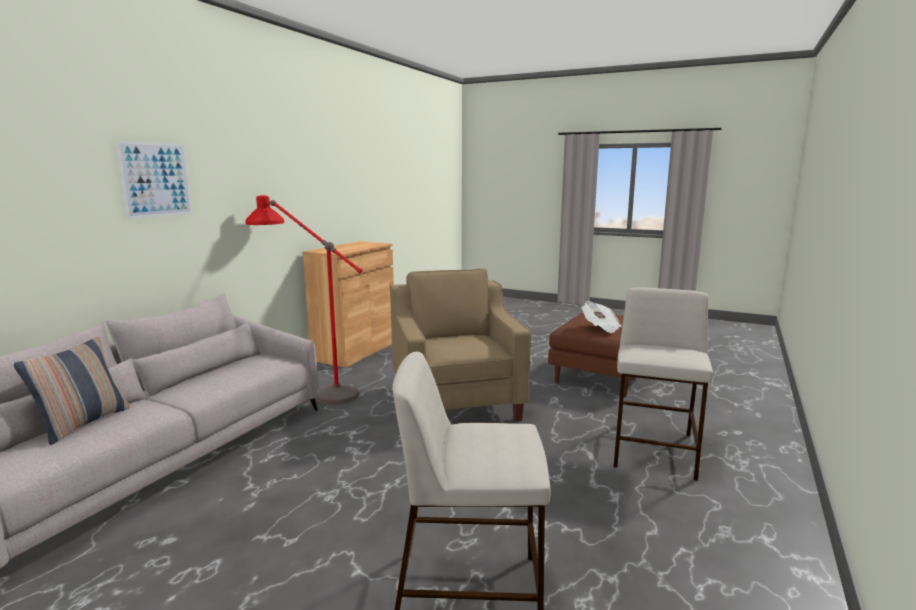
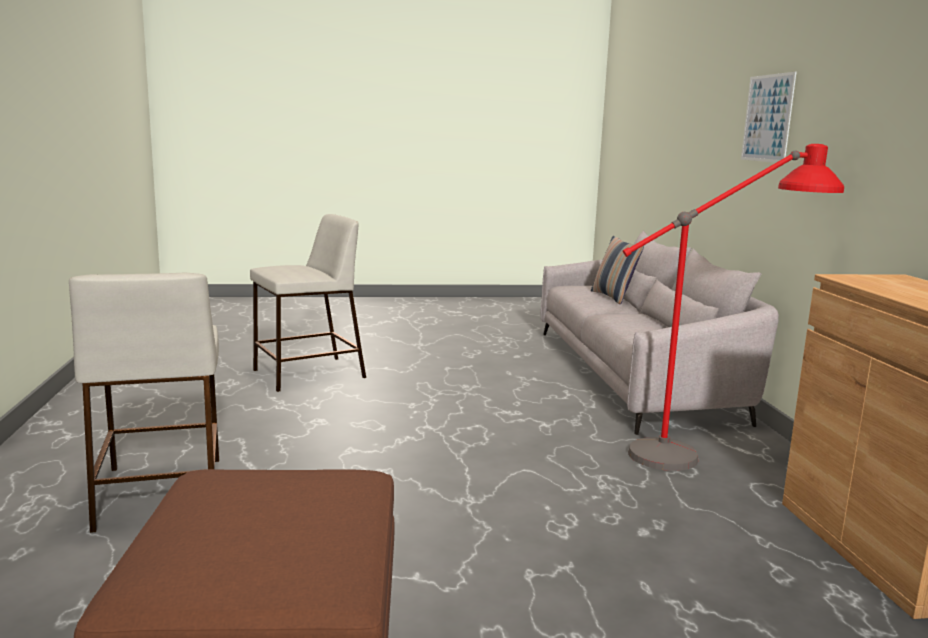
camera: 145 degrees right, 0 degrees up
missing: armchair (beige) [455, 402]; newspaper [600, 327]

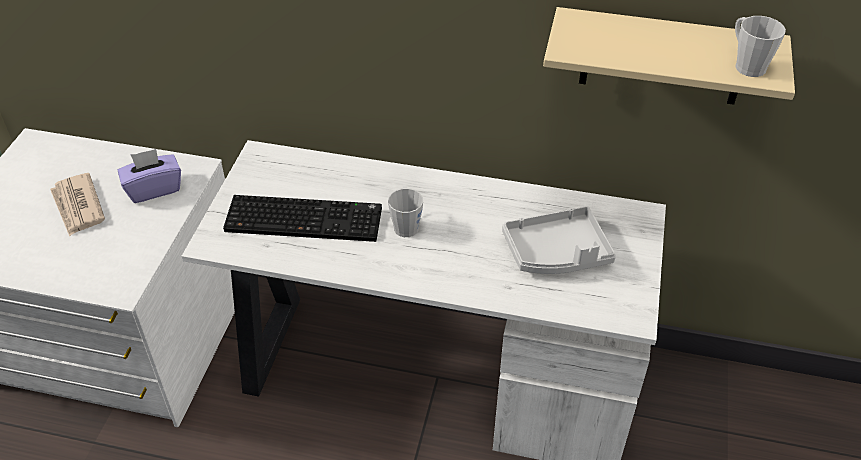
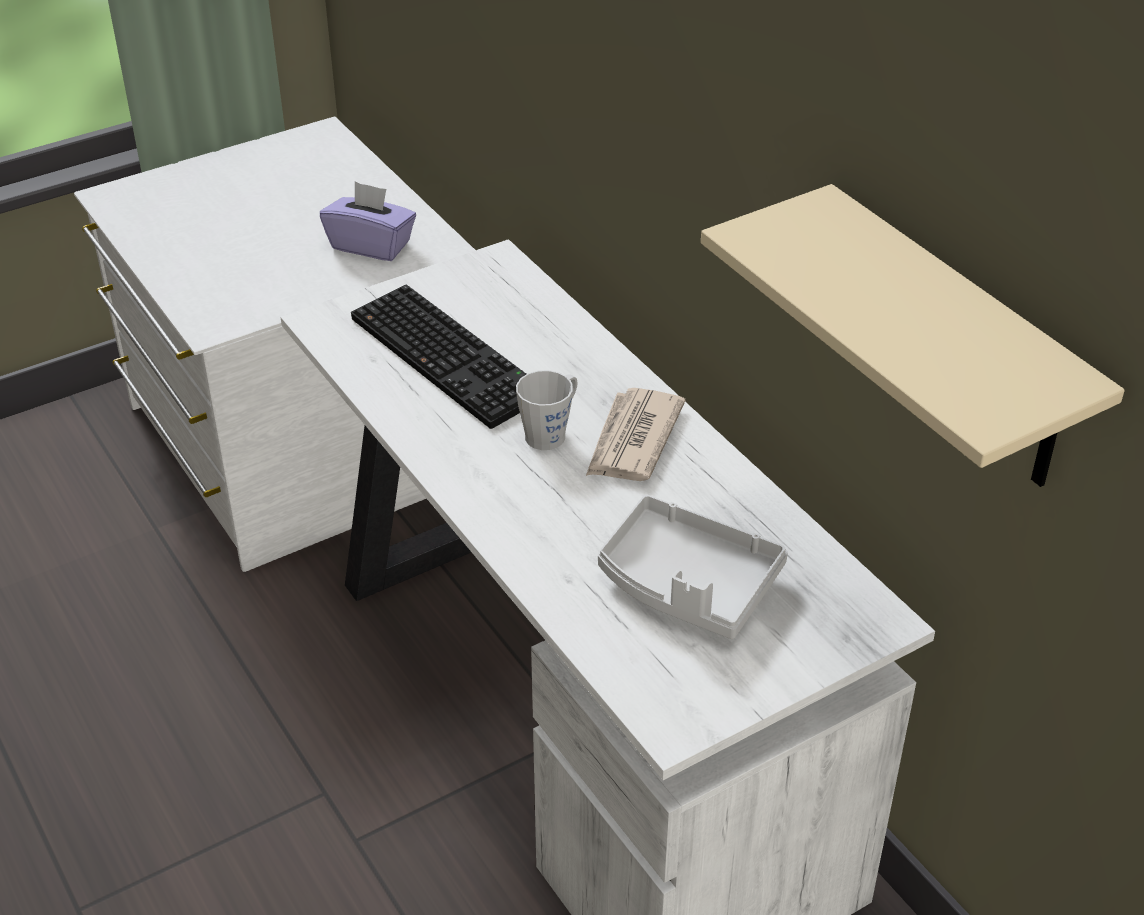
camera: 45 degrees right, 5 degrees down
missing: mug (grey) [746, 64]
relocated: newspaper [78, 207] to [632, 440]

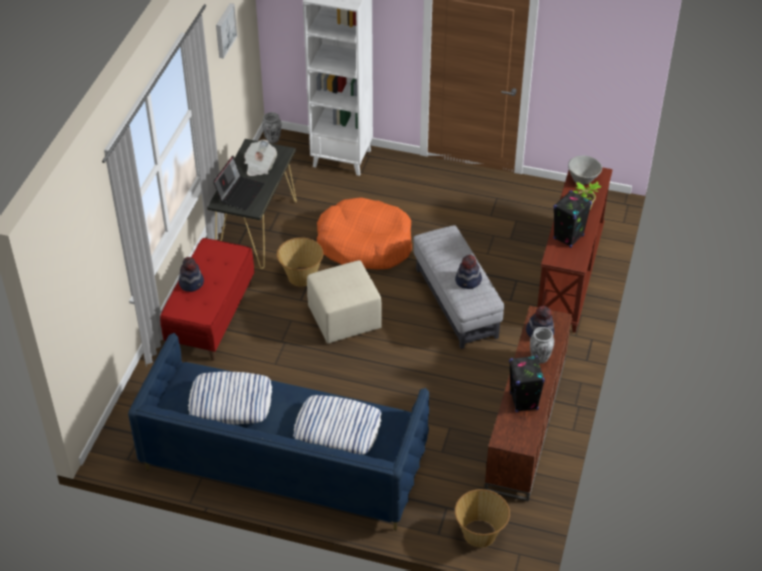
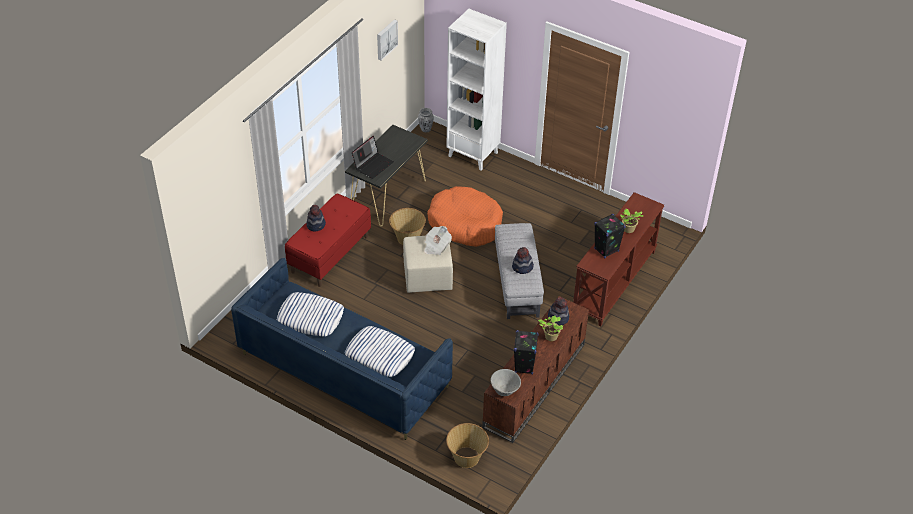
camera: 15 degrees right, 0 degrees up
relocated: newspaper [259, 166] to [436, 246]; bowl (grey) [583, 180] to [505, 391]
exchanged: vase [540, 358] to potted plant [550, 337]

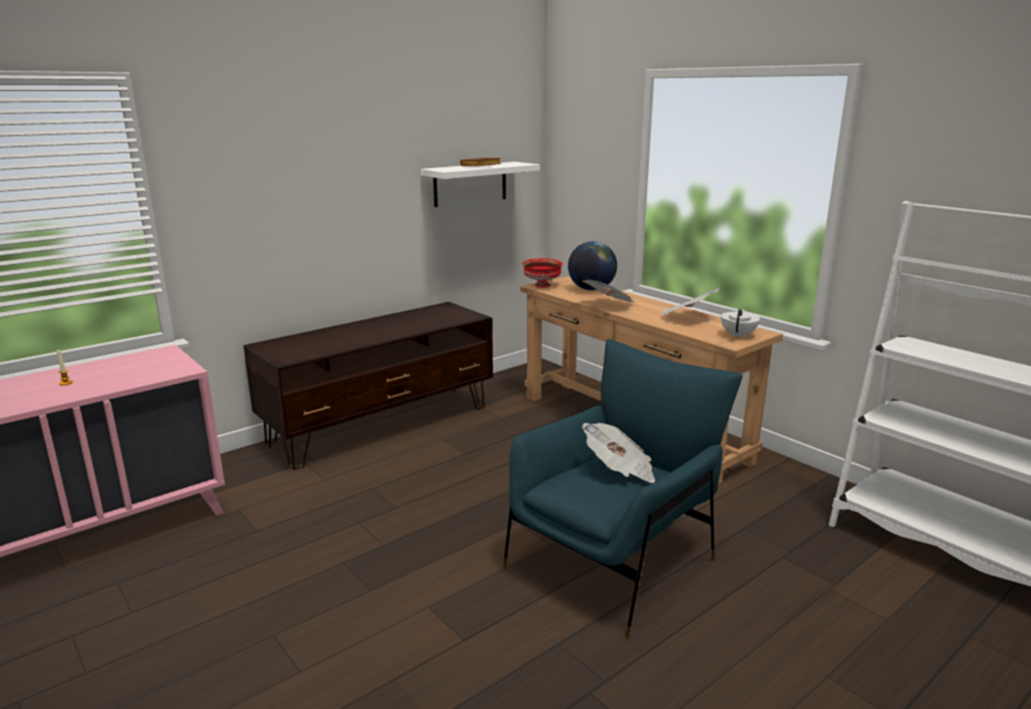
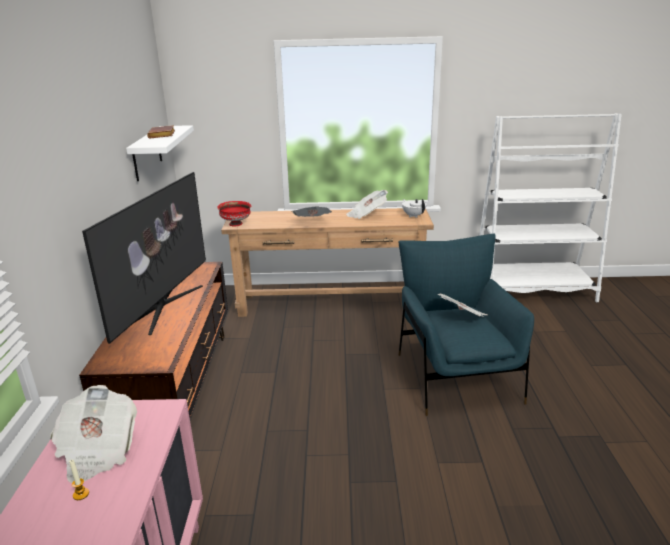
camera: 50 degrees left, 5 degrees up
missing: globe [591, 289]
appeared: newspaper [97, 451]; television [163, 307]

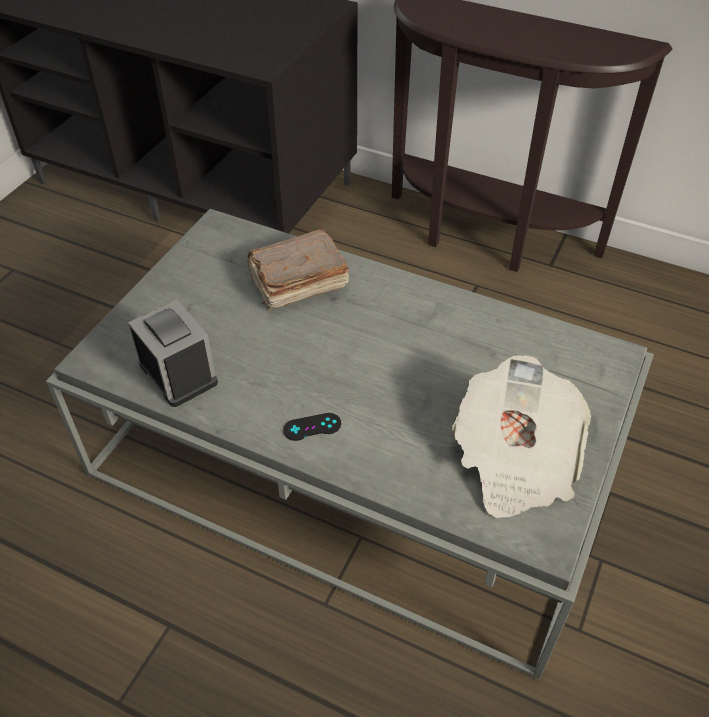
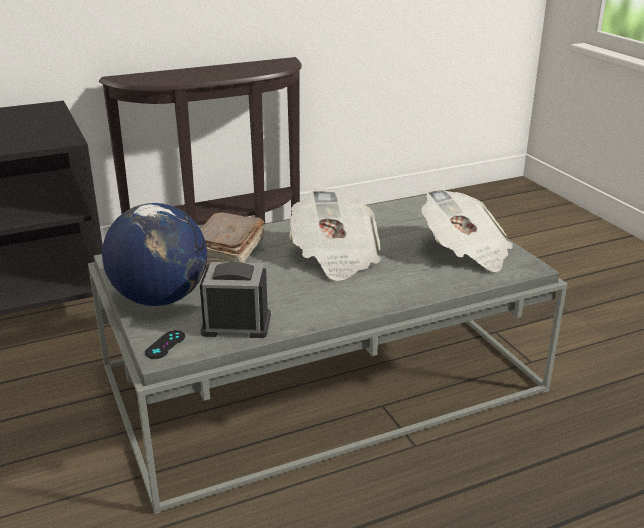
camera: 50 degrees left, 20 degrees down
appeared: globe [160, 298]; newspaper [335, 257]
relocated: game controller (black) [312, 427] to [165, 344]

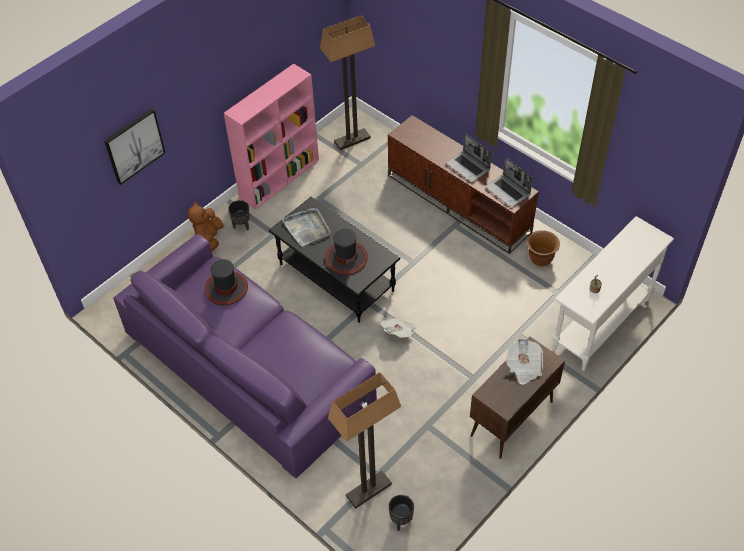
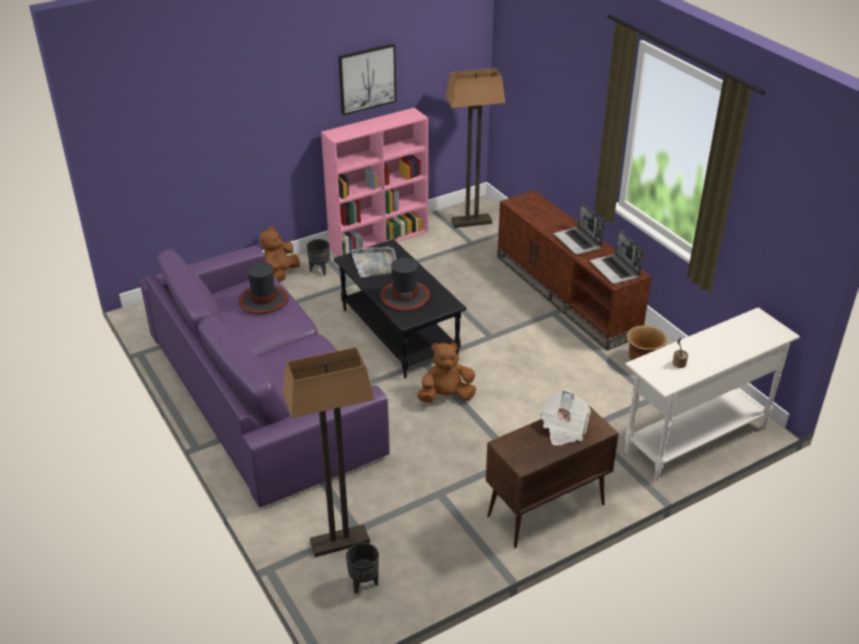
camera: 15 degrees right, 15 degrees down
relocated: picture [134, 146] to [367, 78]
exchanged: newspaper [399, 332] to plush toy (brown) [446, 396]

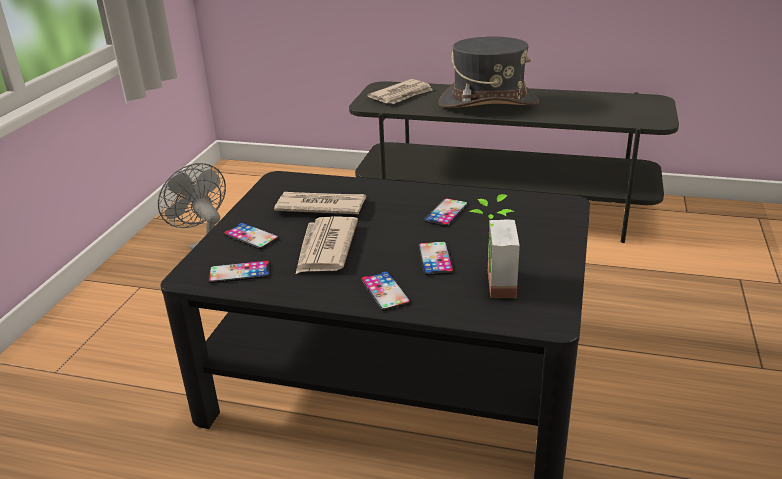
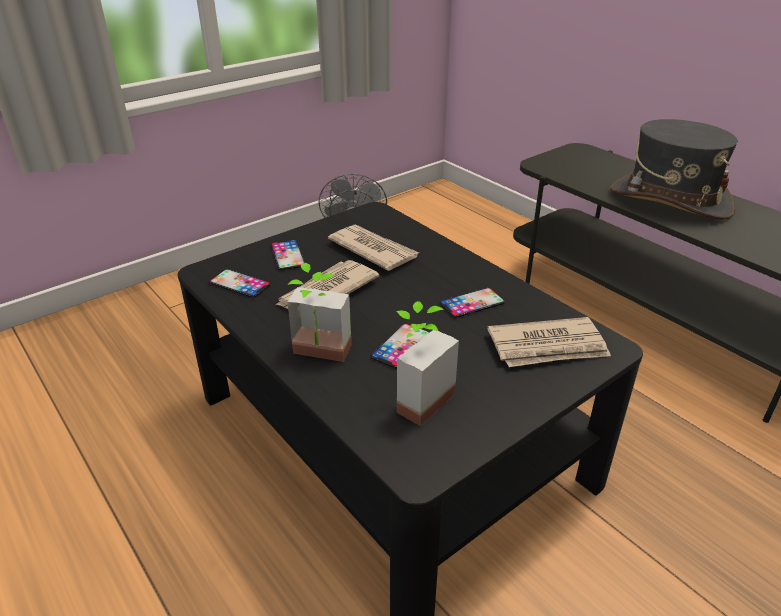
camera: 35 degrees right, 5 degrees up
relocated: newspaper [402, 95] to [548, 347]
exchanged: phone [385, 291] to potted plant [318, 356]

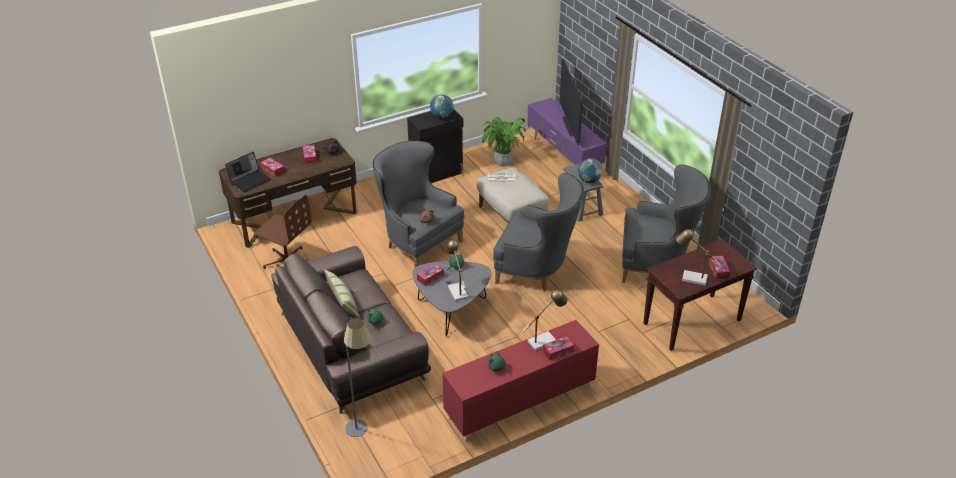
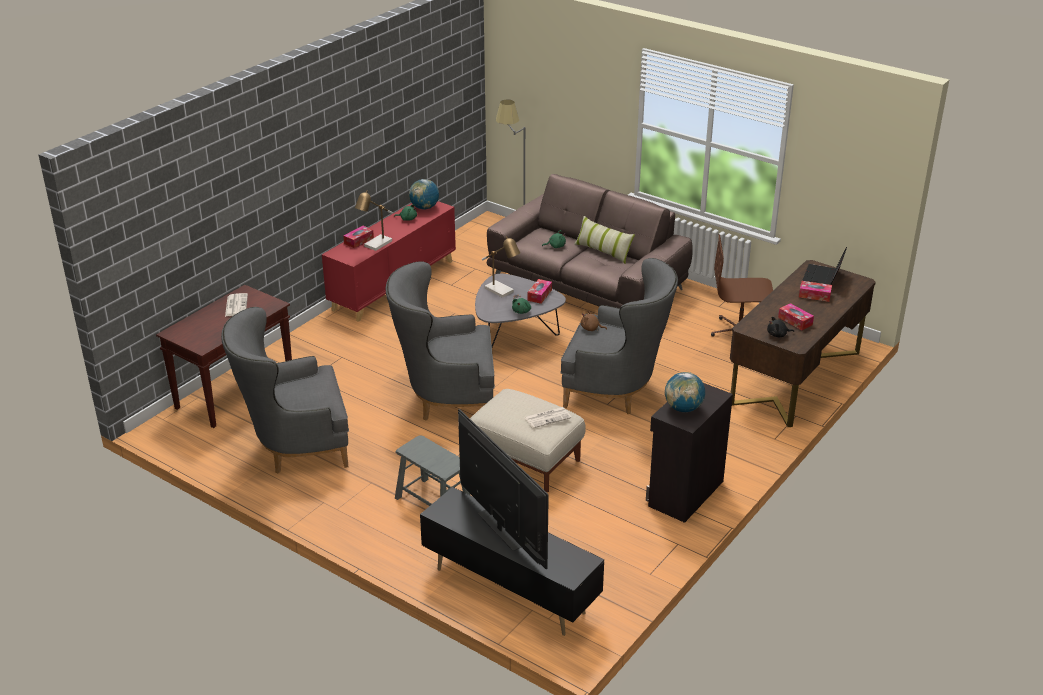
camera: 155 degrees right, 5 degrees down
missing: potted plant [503, 162]; tissue box [718, 270]
relocated: globe [589, 181] to [424, 208]
exchanged: table lamp [690, 278] to newspaper [236, 305]
colour: tv stand (purple) [564, 156] to tv stand (black) [510, 590]

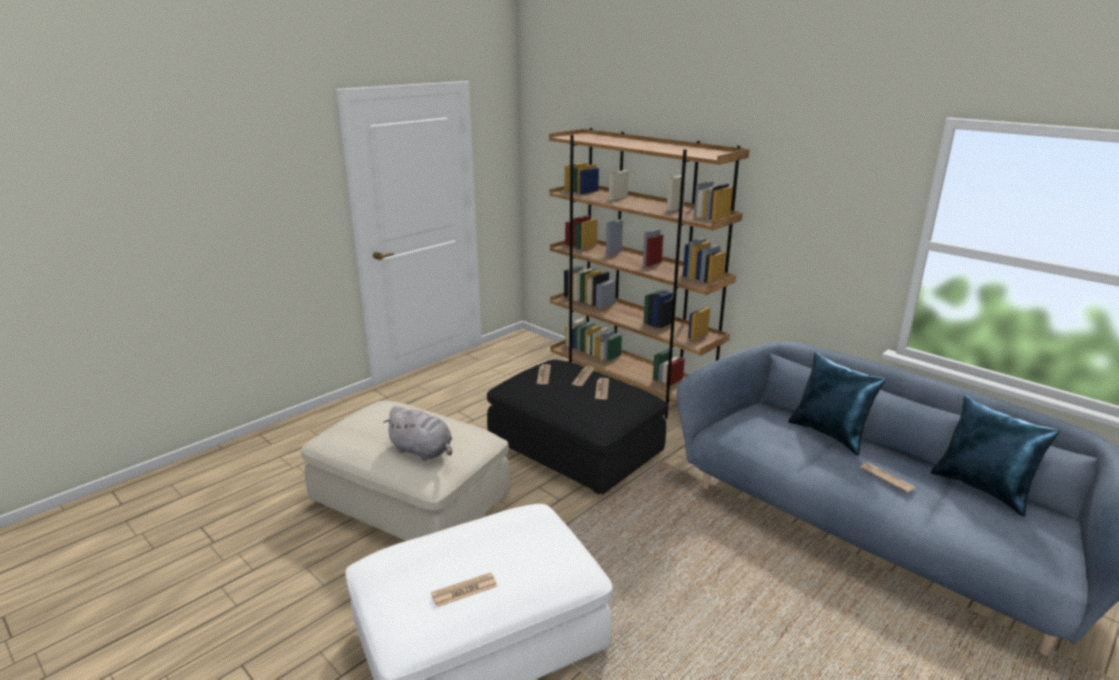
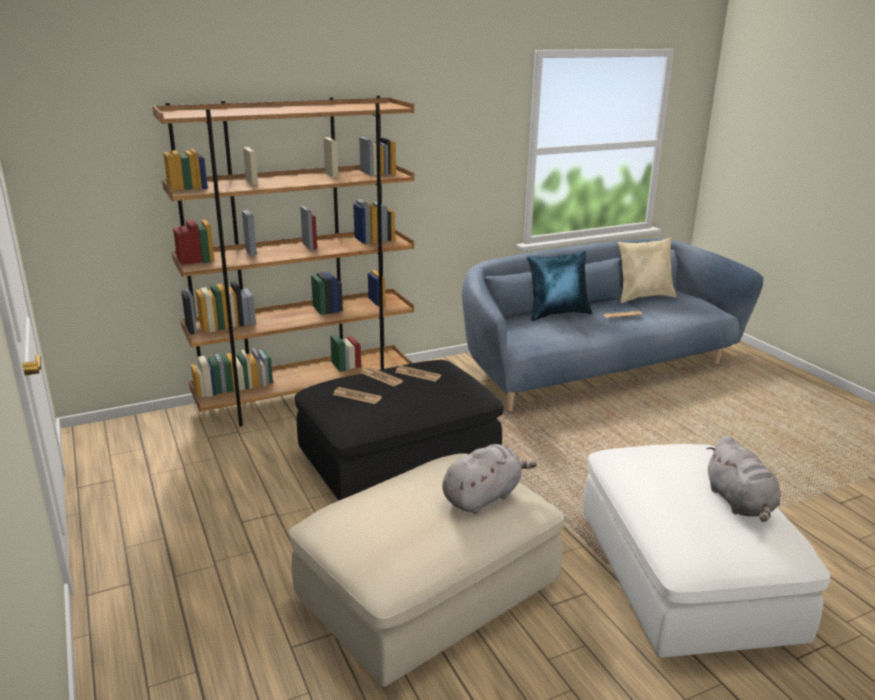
camera: 70 degrees left, 0 degrees up
exchanged: newspaper [464, 590] to plush toy (grey) [740, 503]
colour: pillow (blue) [982, 489] to pillow (beige) [643, 297]

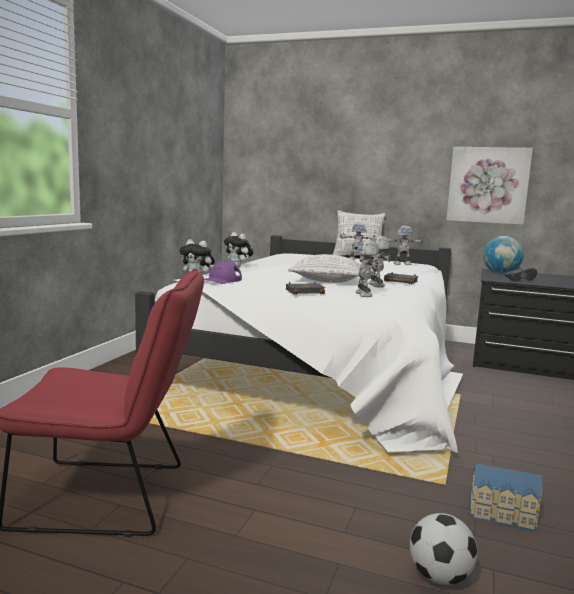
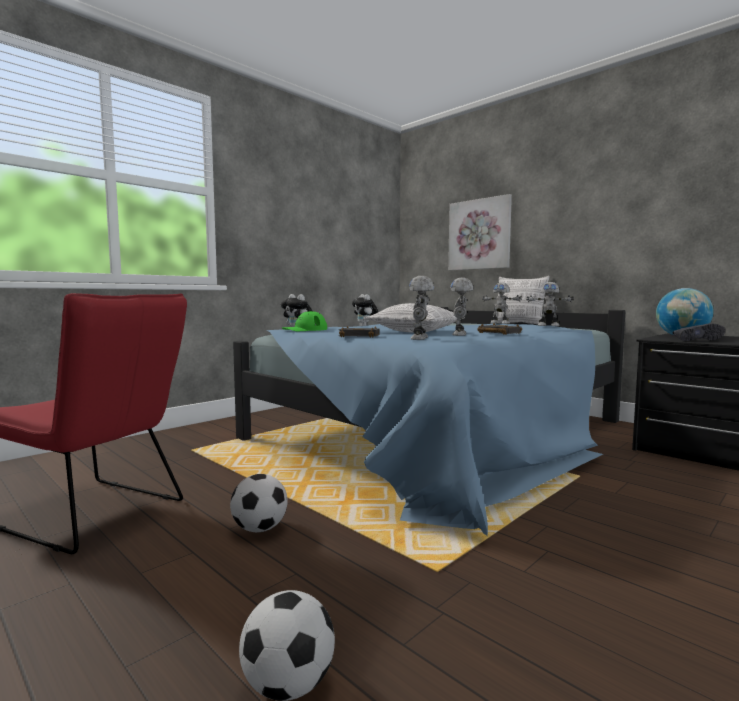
camera: 25 degrees right, 5 degrees down
missing: toy house [503, 516]
appeared: football [259, 529]
relocated: picture [488, 185] to [479, 234]
colour: bed (white) [325, 367] to bed (blue) [443, 433]; cap (purple) [221, 280] to cap (green) [304, 330]

